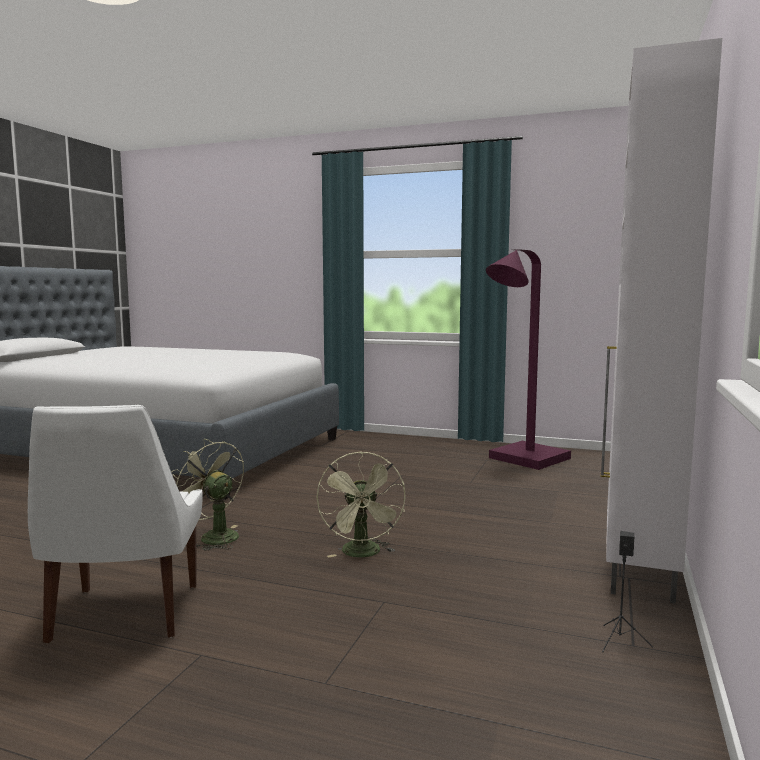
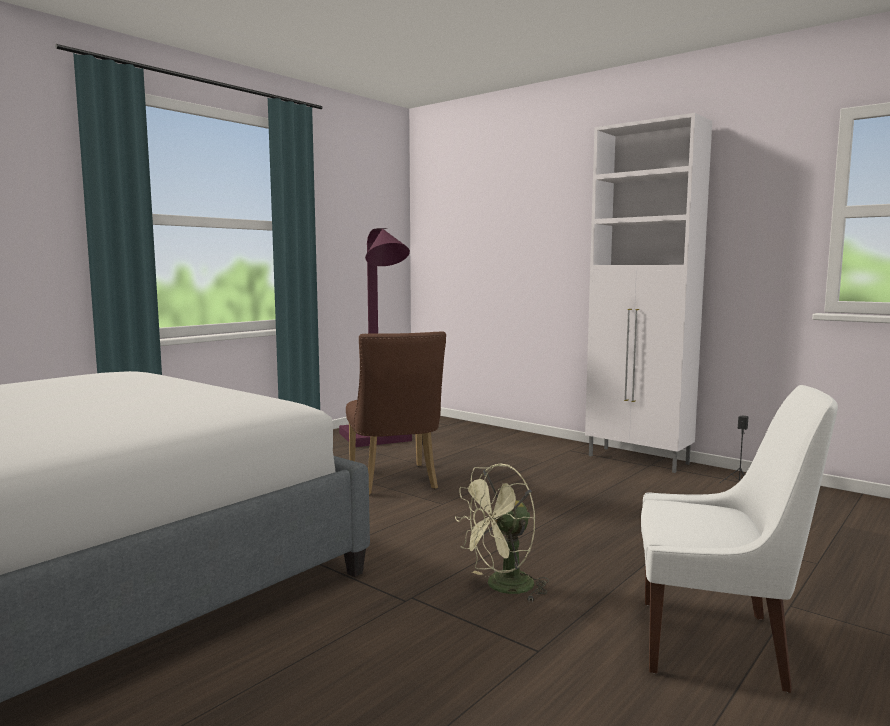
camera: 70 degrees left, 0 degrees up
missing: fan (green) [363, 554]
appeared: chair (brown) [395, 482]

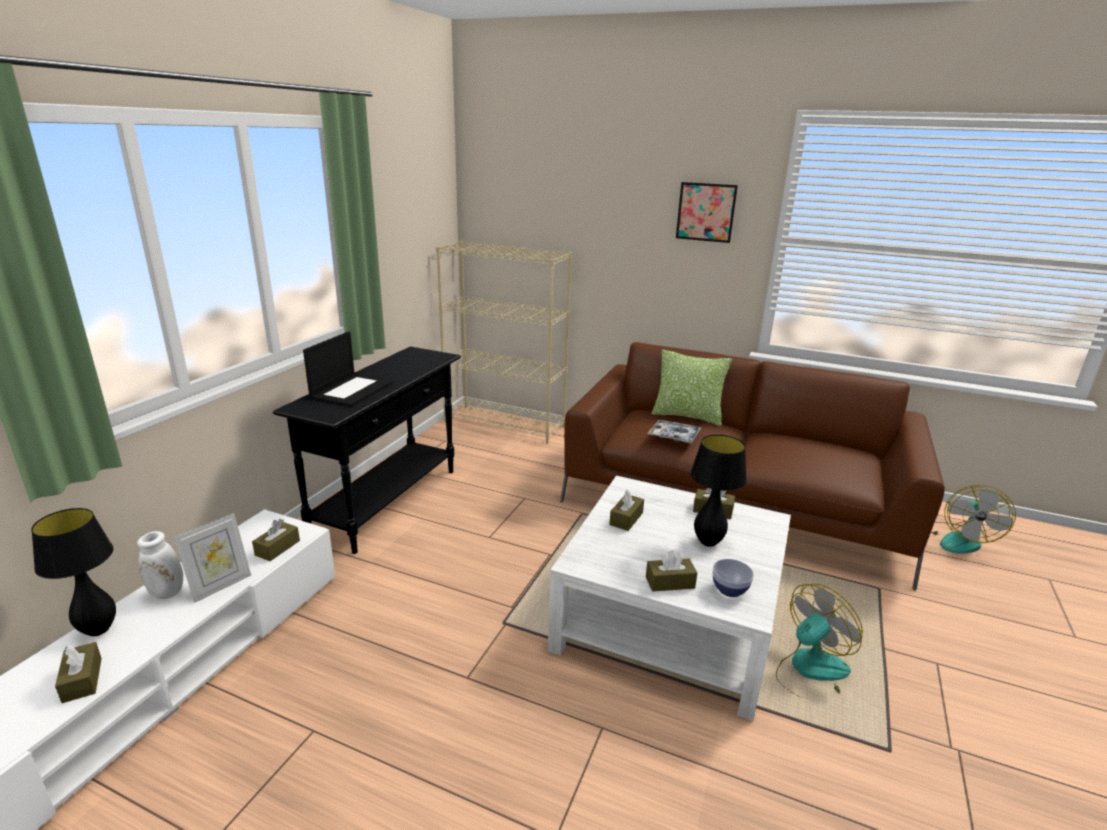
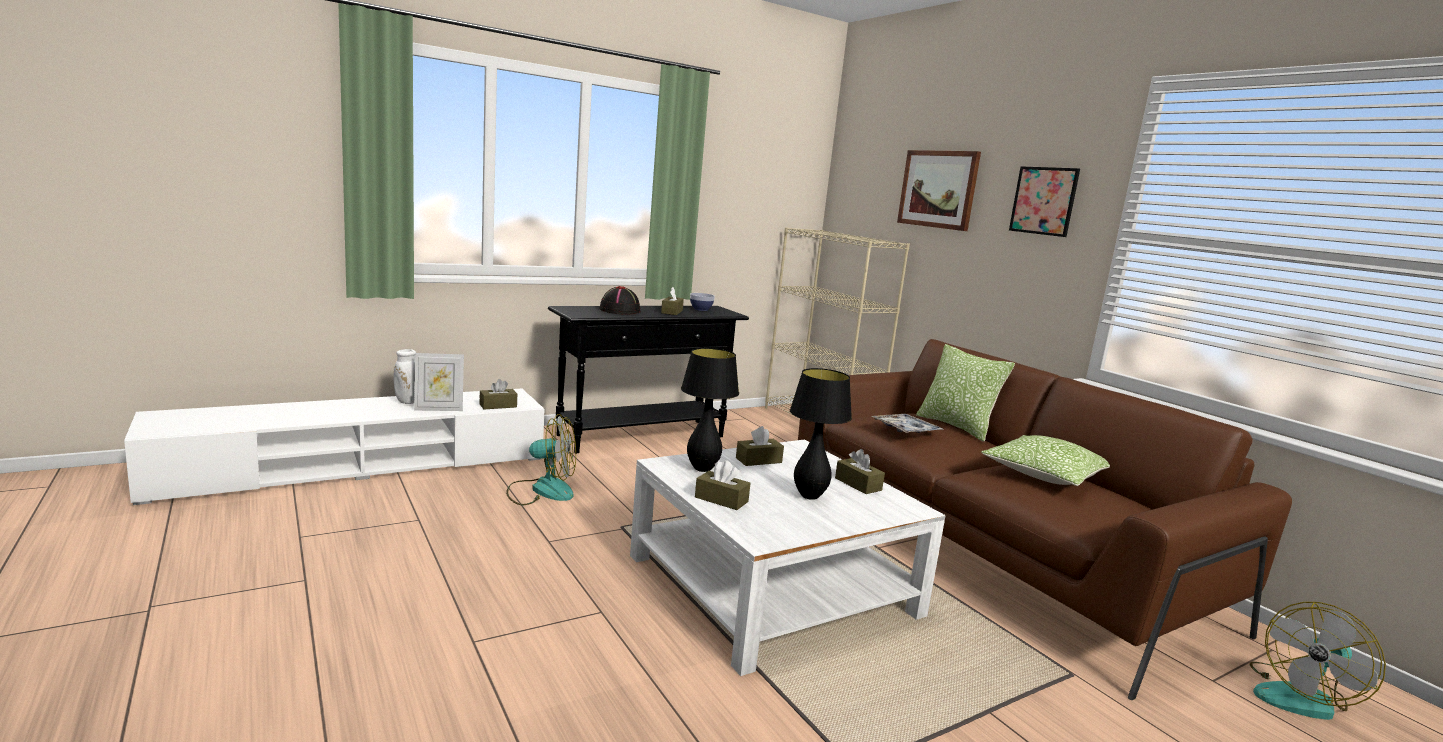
camera: 35 degrees right, 10 degrees down
appeared: picture [938, 189]; pillow [1044, 475]
relocated: table lamp (black) [99, 630] to [702, 469]; tissue box (brown) [82, 680] to [672, 312]; bowl [730, 590] to [701, 309]; fan [810, 673] to [542, 490]
exchanged: laptop [352, 390] to hat (black) [620, 310]

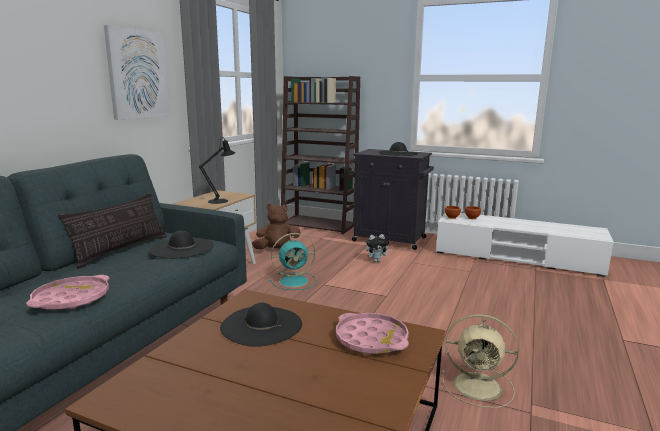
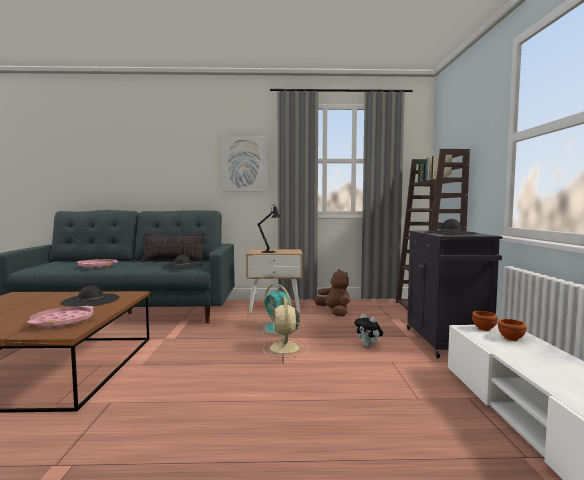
camera: 65 degrees right, 10 degrees down
relocated: fan (beige) [479, 386] to [284, 349]

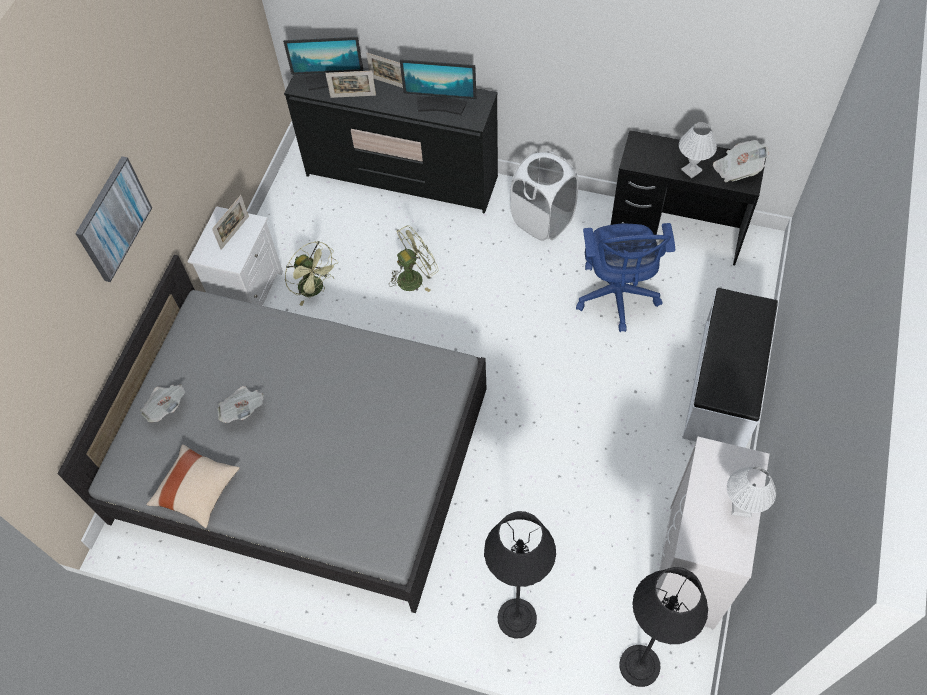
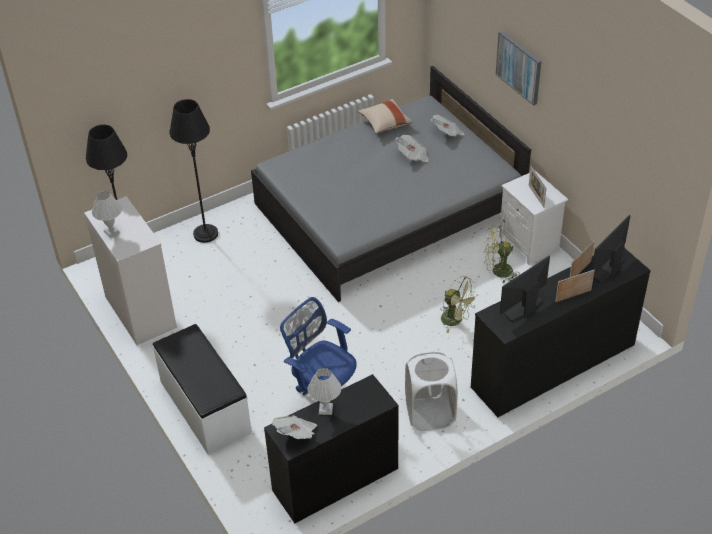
camera: 130 degrees right, 15 degrees down
spun: fan (green) [414, 277] = [456, 320] 60 degrees counterclockwise

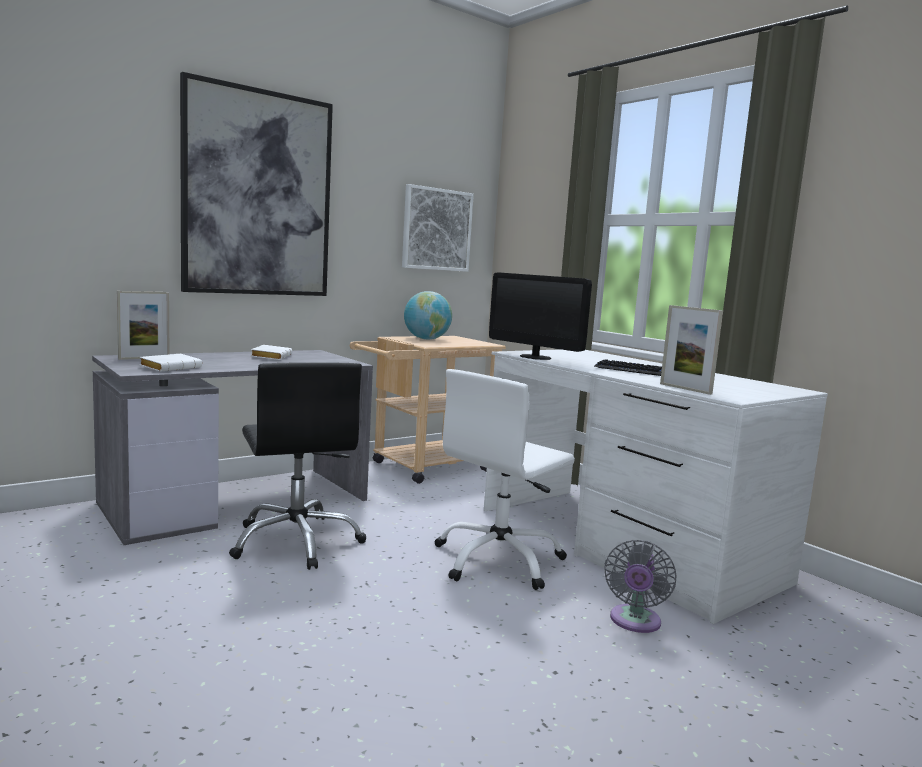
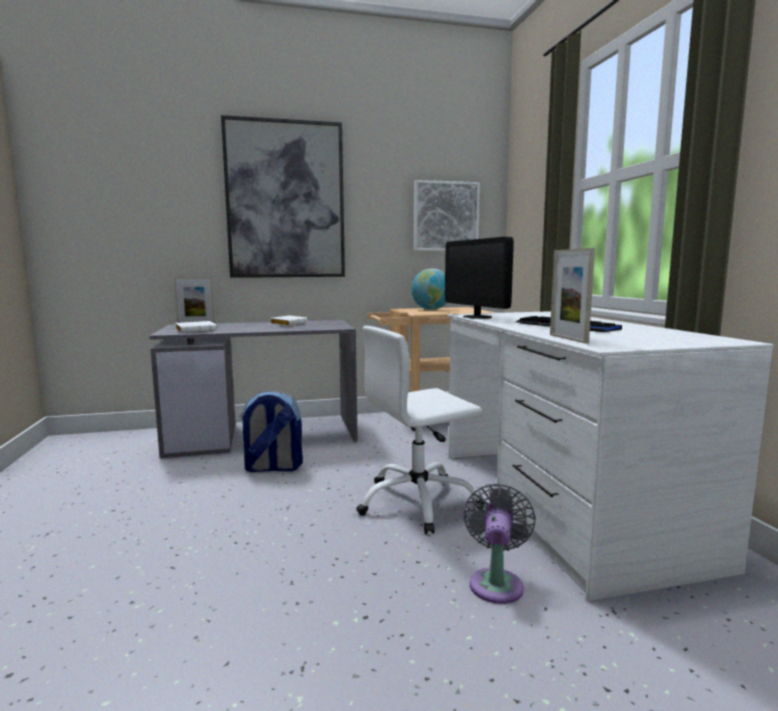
camera: 25 degrees right, 0 degrees up
exchanged: office chair (black) [297, 541] to backpack [272, 468]
spun: fan (grey) [634, 622] = [496, 582] 150 degrees clockwise

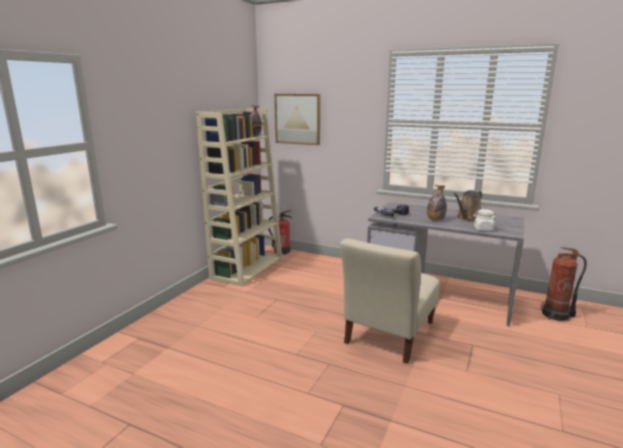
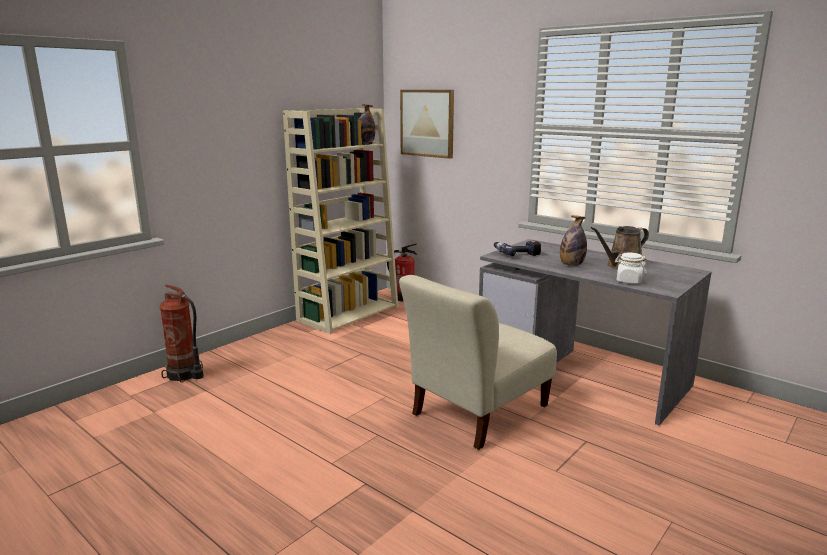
camera: 15 degrees right, 0 degrees up
relocated: fire extinguisher [556, 315] to [184, 375]

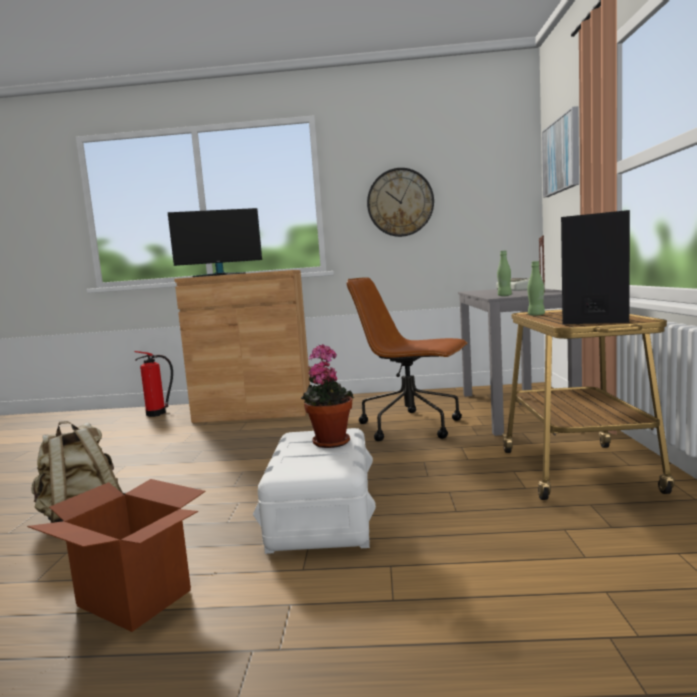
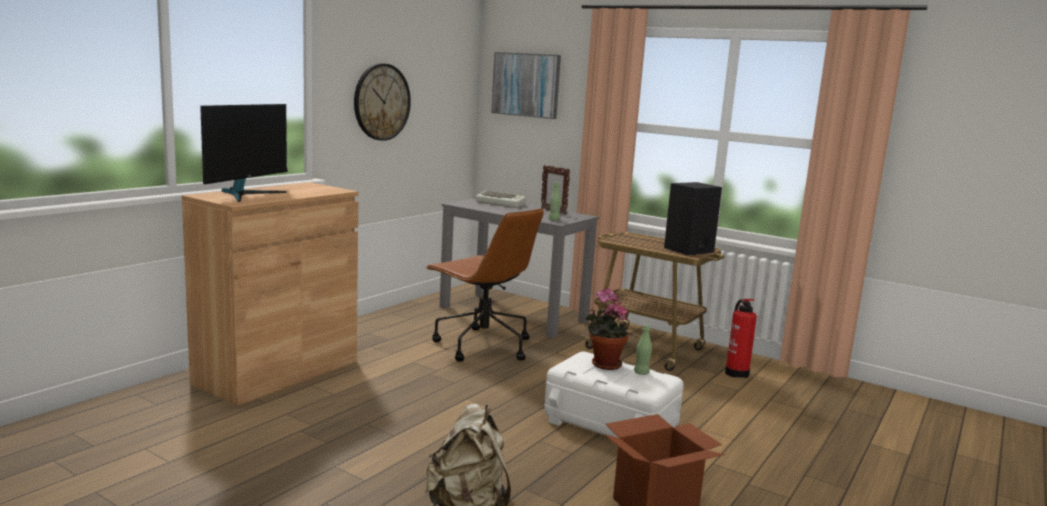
camera: 60 degrees left, 5 degrees up
relocated: fire extinguisher [158, 413] to [736, 372]; bottle (green) [536, 315] to [641, 373]
spun: office chair (brown) [412, 426] = [482, 345] 105 degrees counterclockwise

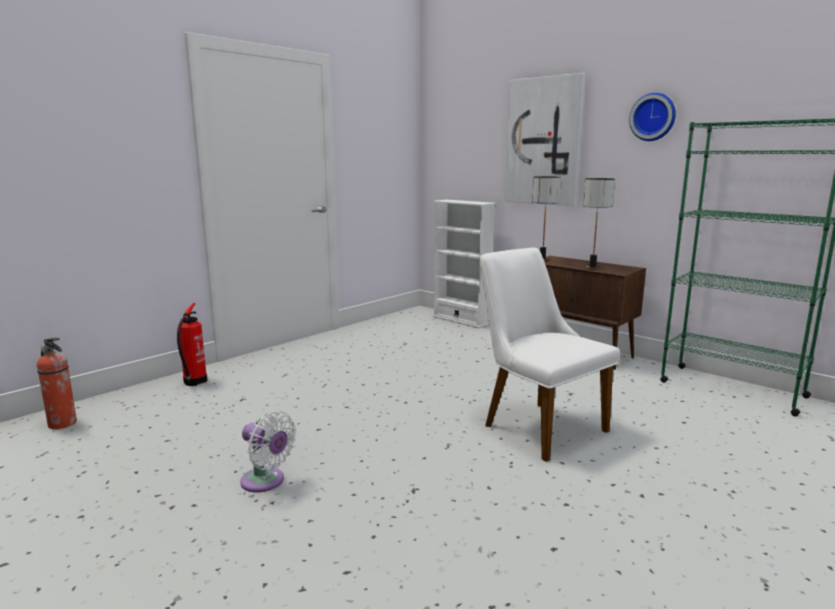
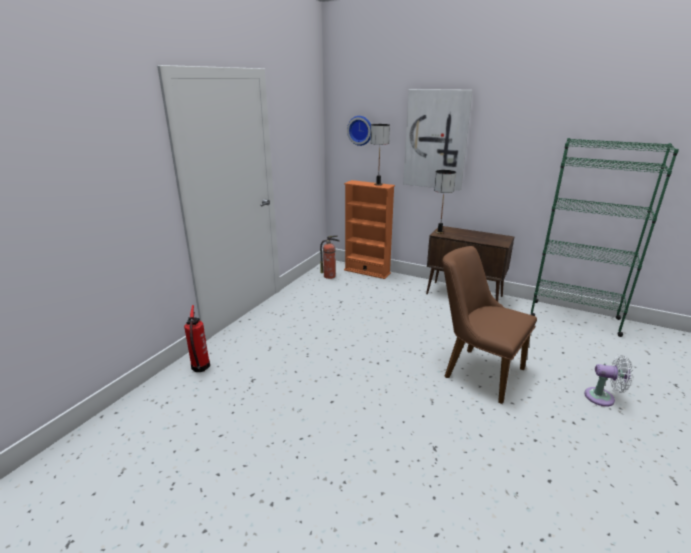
camera: 15 degrees left, 10 degrees up
relocated: fire extinguisher [63, 424] to [330, 276]; fan (white) [266, 482] to [603, 398]; table lamp [592, 268] to [378, 184]; wall clock [653, 117] to [360, 130]
colour: bookcase (white) [461, 320] to bookcase (orange) [367, 271]; chair (white) [535, 424] to chair (brown) [476, 370]

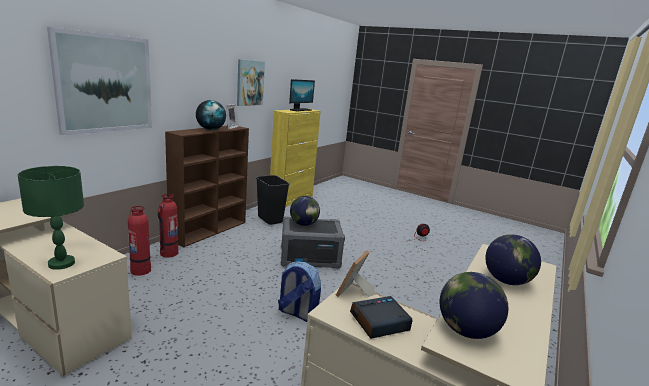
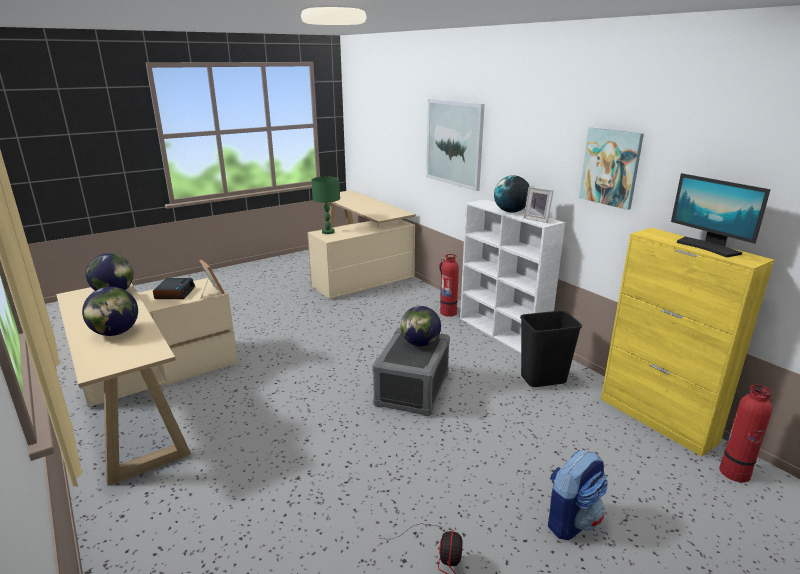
camera: 115 degrees right, 5 degrees up
relocated: fire extinguisher [140, 270] to [735, 472]; backpack [297, 313] to [571, 520]
colour: bookcase (brown) [210, 230] to bookcase (white) [502, 334]

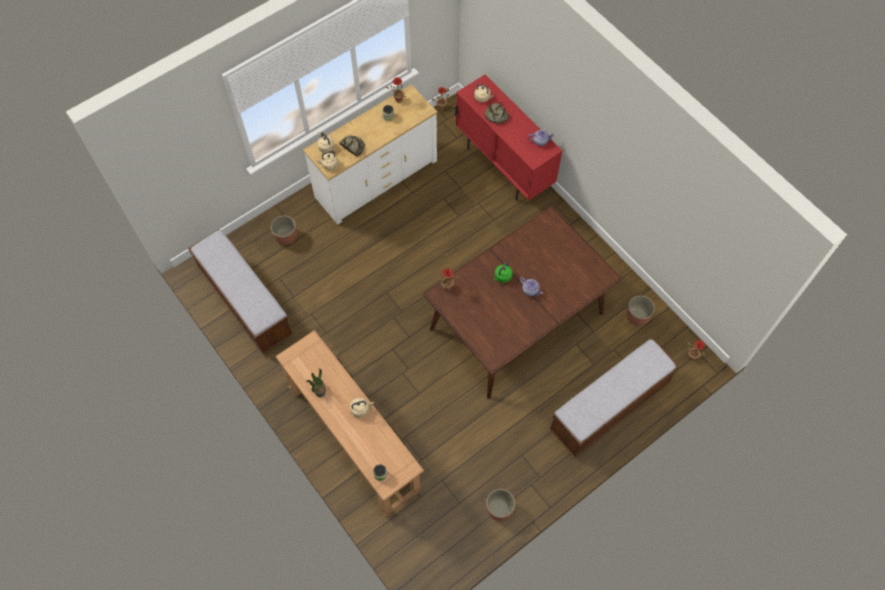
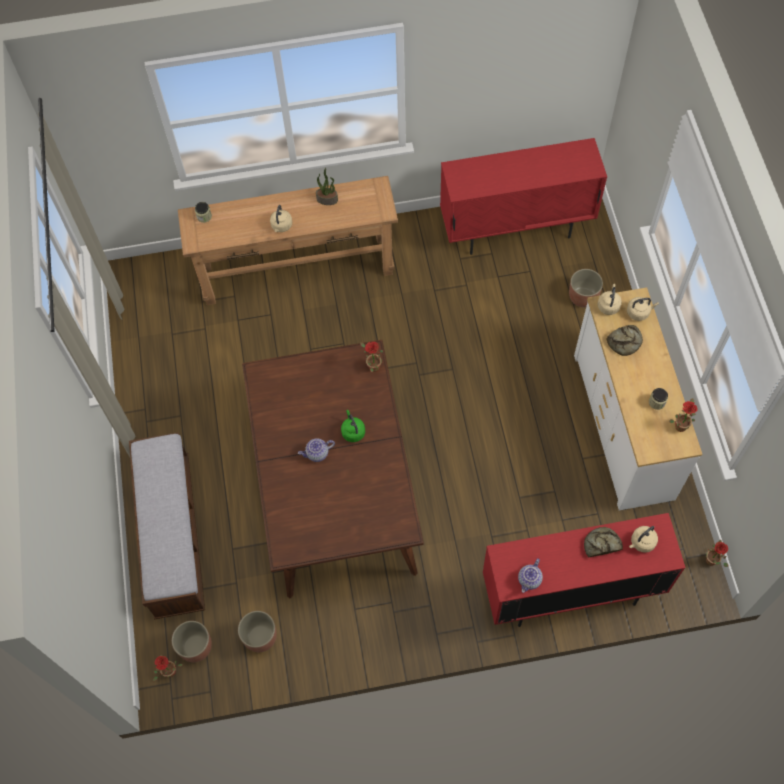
camera: 120 degrees right, 0 degrees up
relocated: planter [499, 509] to [195, 647]
exchanged: bench [245, 302] to cabinet (red) [516, 229]

